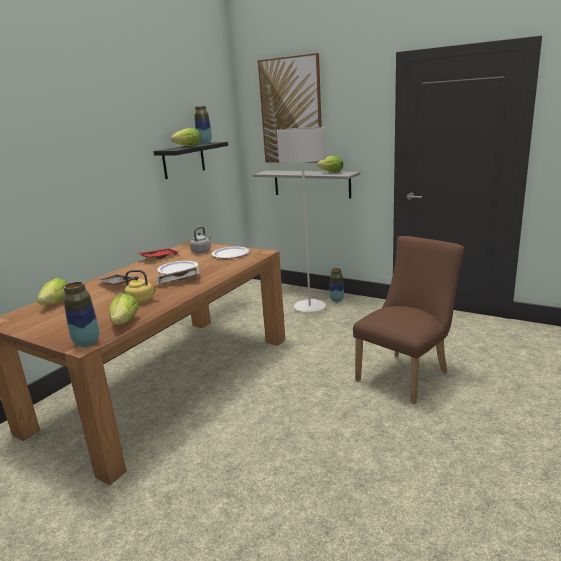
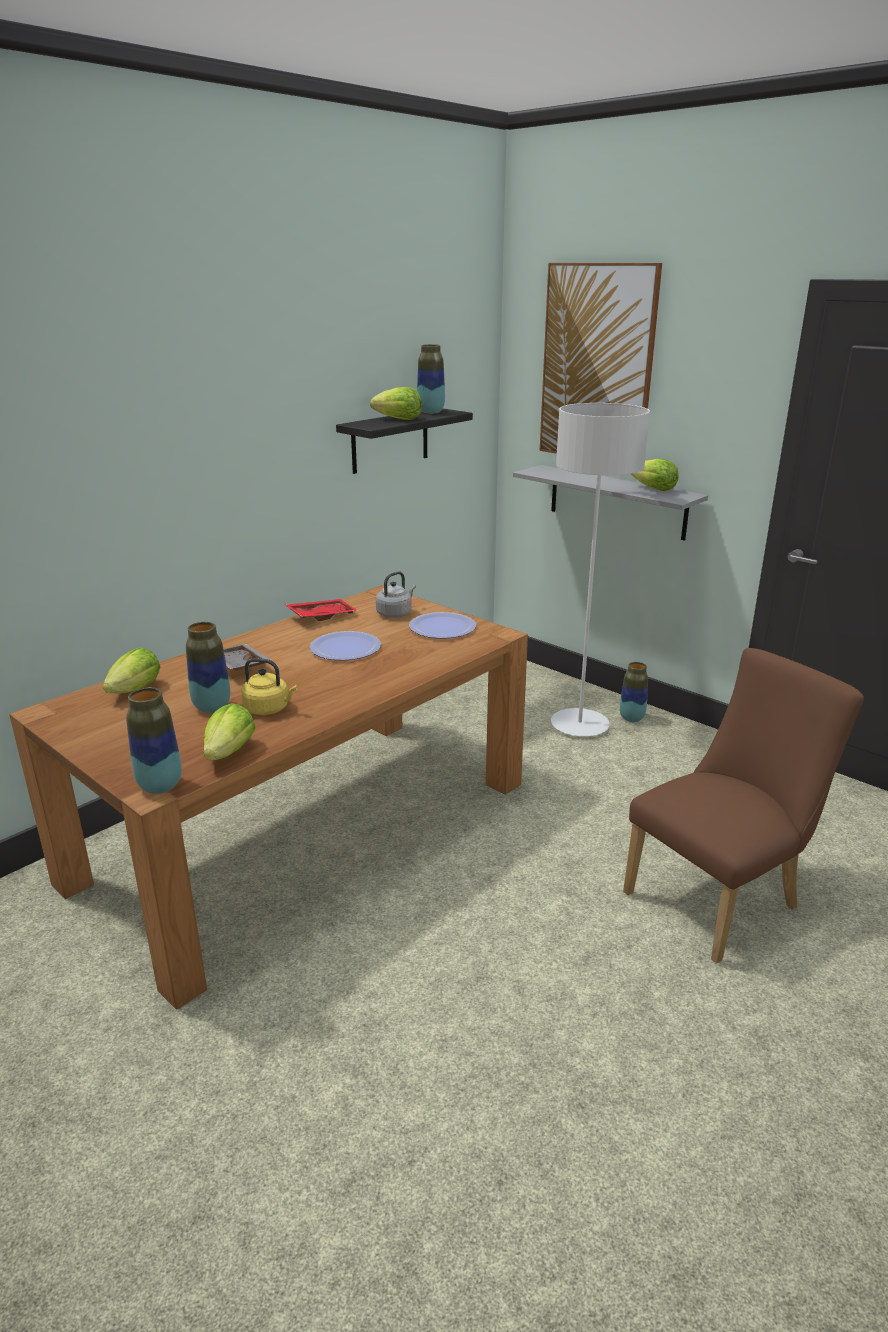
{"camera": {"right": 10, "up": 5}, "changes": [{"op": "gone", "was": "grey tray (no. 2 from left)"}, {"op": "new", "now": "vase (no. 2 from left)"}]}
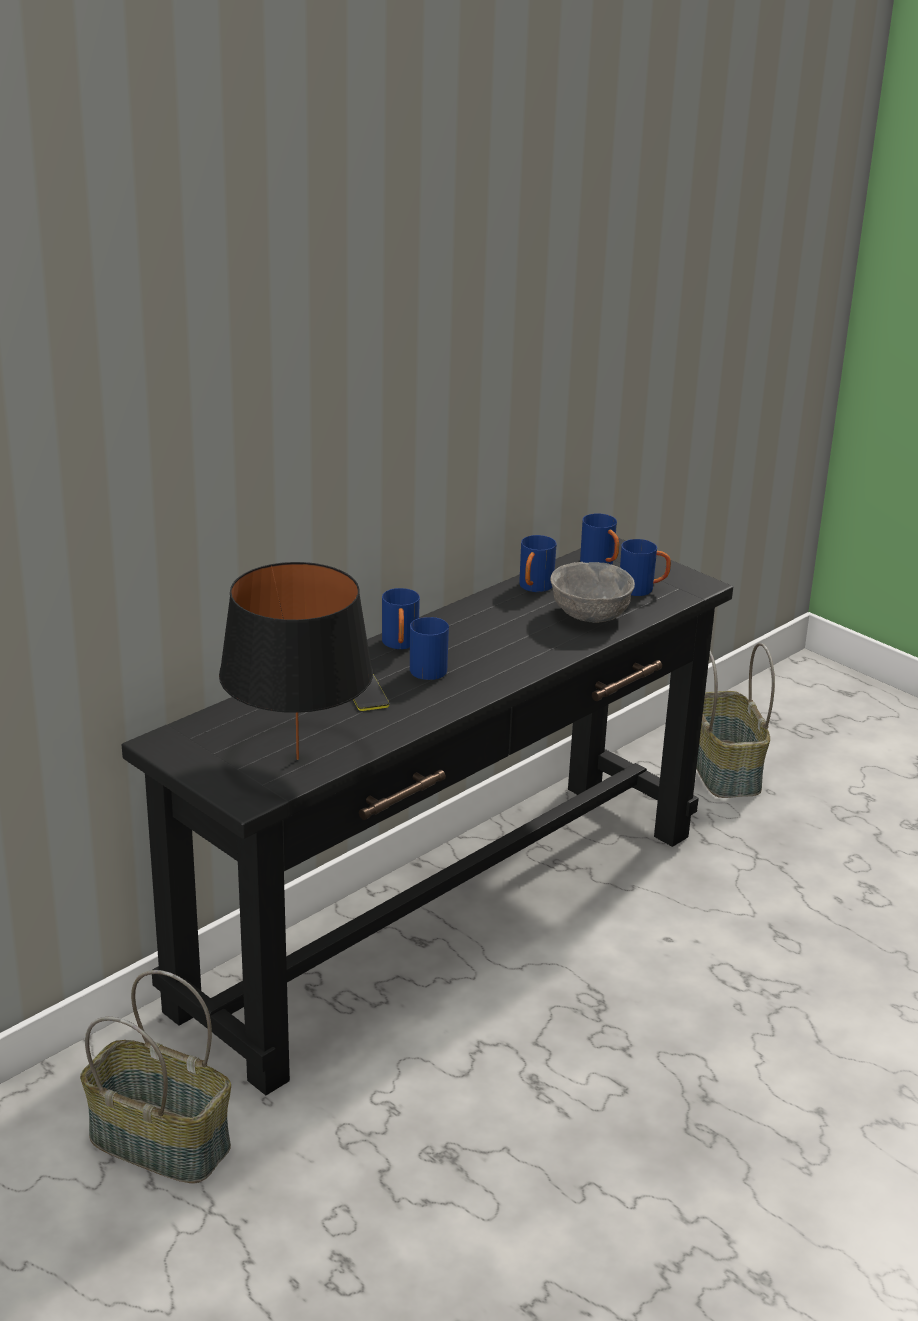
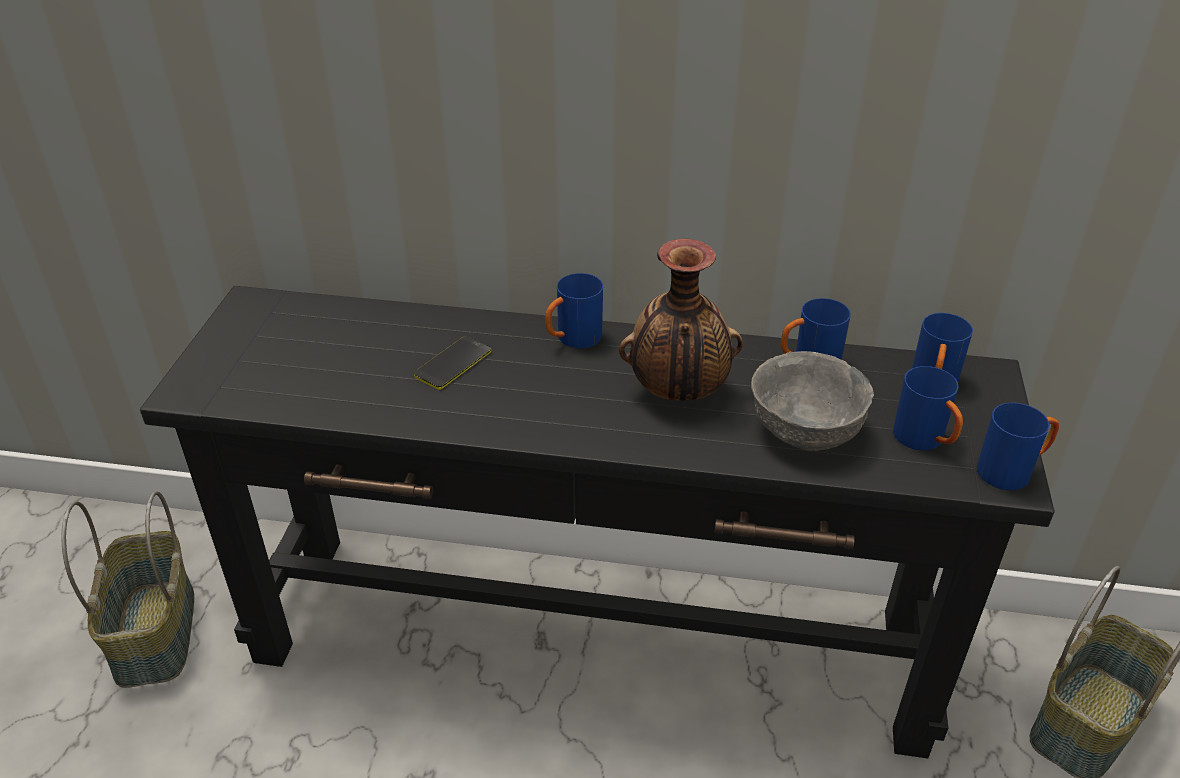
{"camera": {"right": 55, "up": 10}, "changes": [{"op": "gone", "was": "black table lamp"}, {"op": "new", "now": "vase"}, {"op": "shifted", "was": "blue mug (no. 2 from left in the first image)", "now": "blue mug (no. 5 from left)"}]}
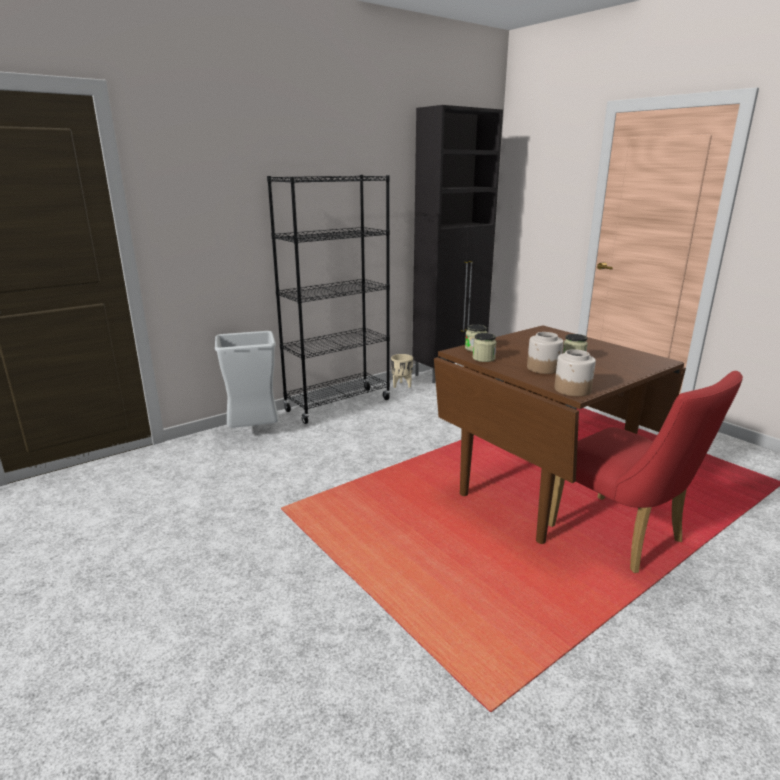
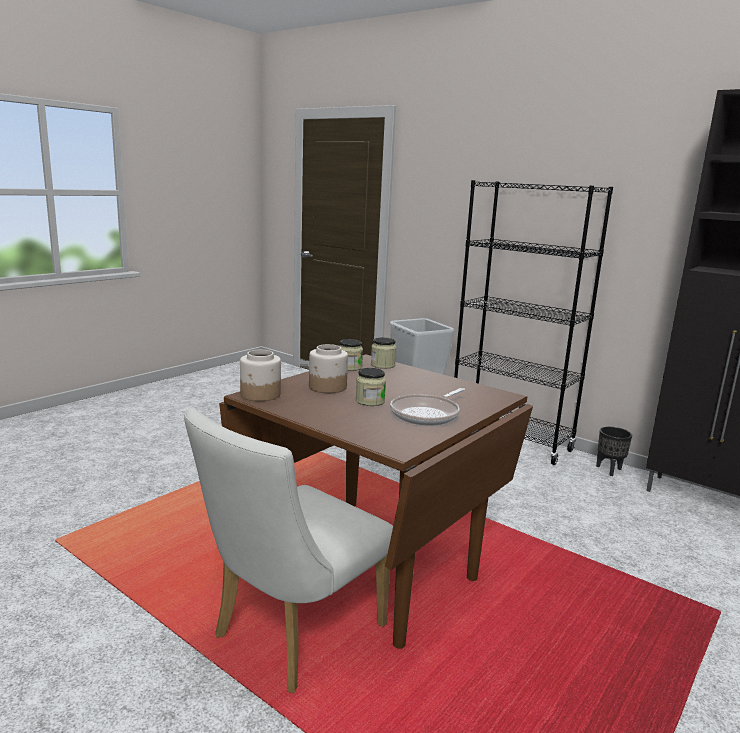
{"camera": {"right": 75, "up": -5}, "changes": [{"op": "new", "now": "frying pan"}, {"op": "repainted", "was": "beige planter", "now": "black planter"}, {"op": "repainted", "was": "red chair", "now": "white chair"}]}
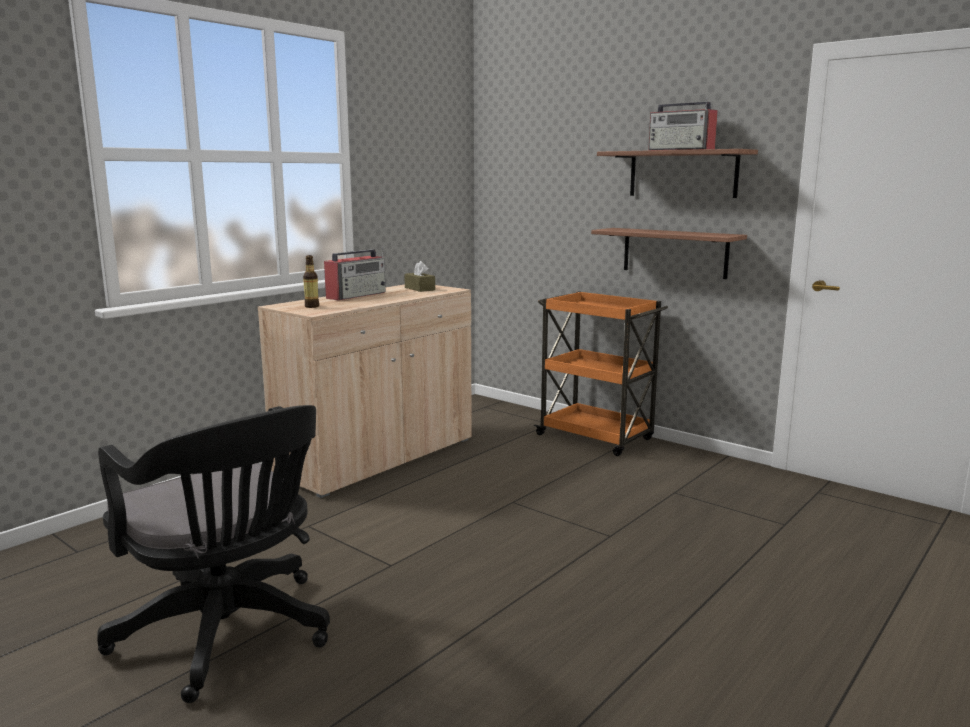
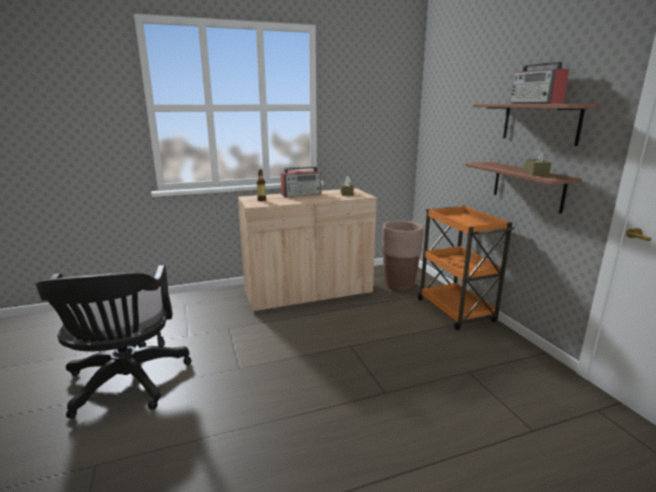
{"camera": {"right": 30, "up": 5}, "changes": [{"op": "new", "now": "brown planter"}, {"op": "new", "now": "brown tissue box (no. 2 from left)"}]}
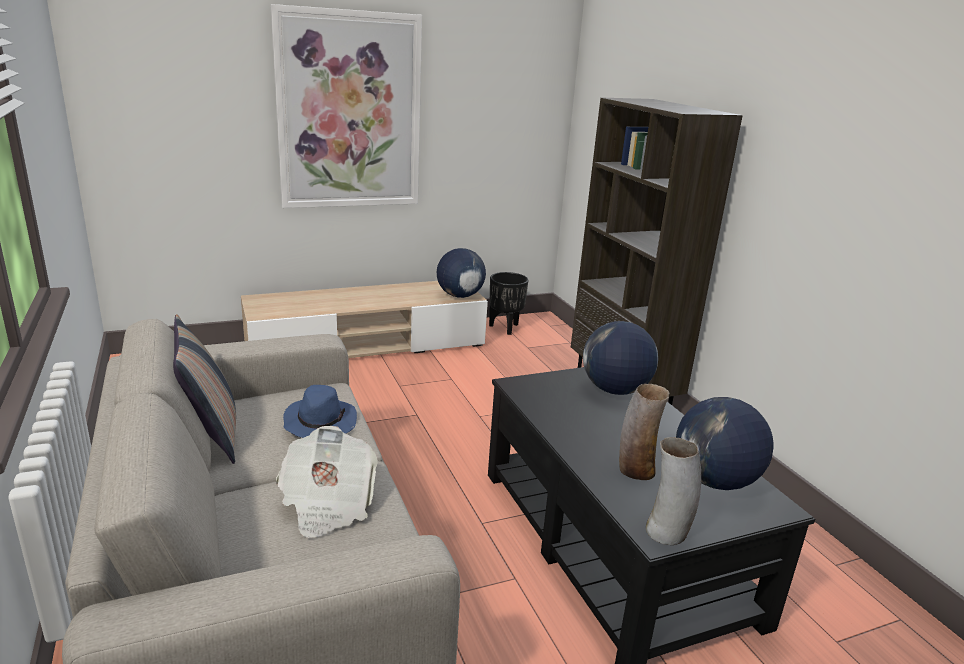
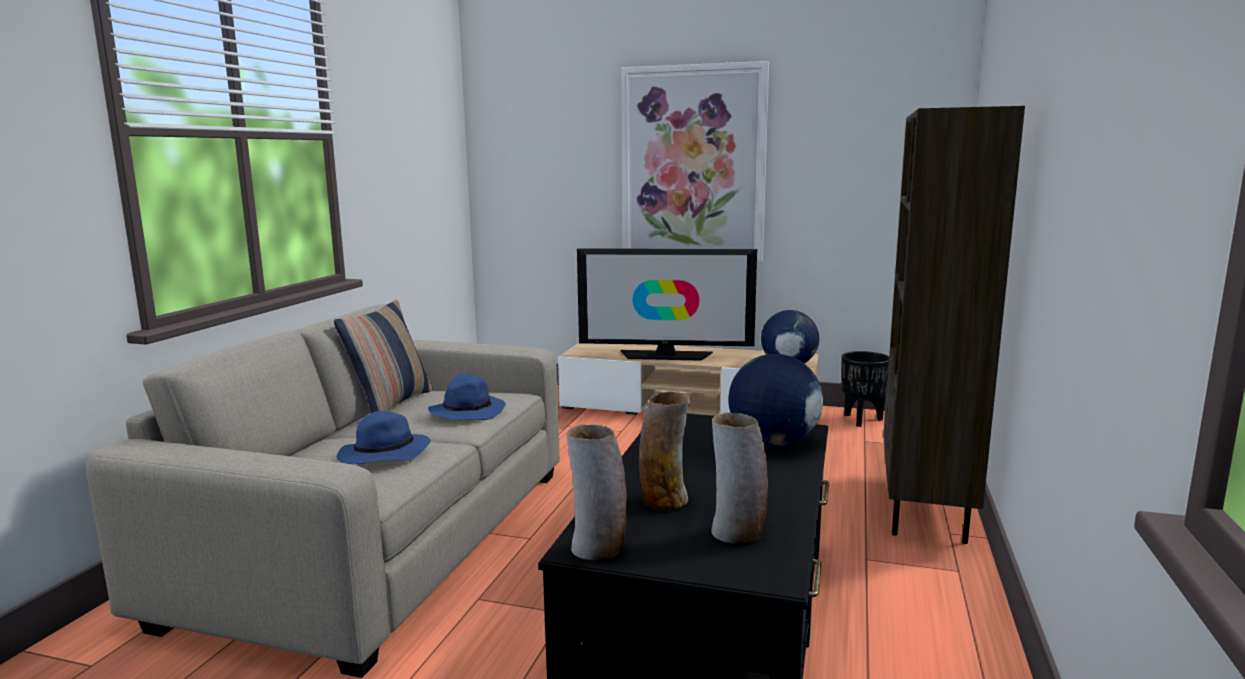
{"camera": {"right": 40, "up": -10}, "changes": [{"op": "new", "now": "television"}, {"op": "swapped", "was": "newspaper", "now": "blue hat (no. 1 from left)"}, {"op": "swapped", "was": "globe (no. 3 from left)", "now": "vase (no. 3 from left)"}]}
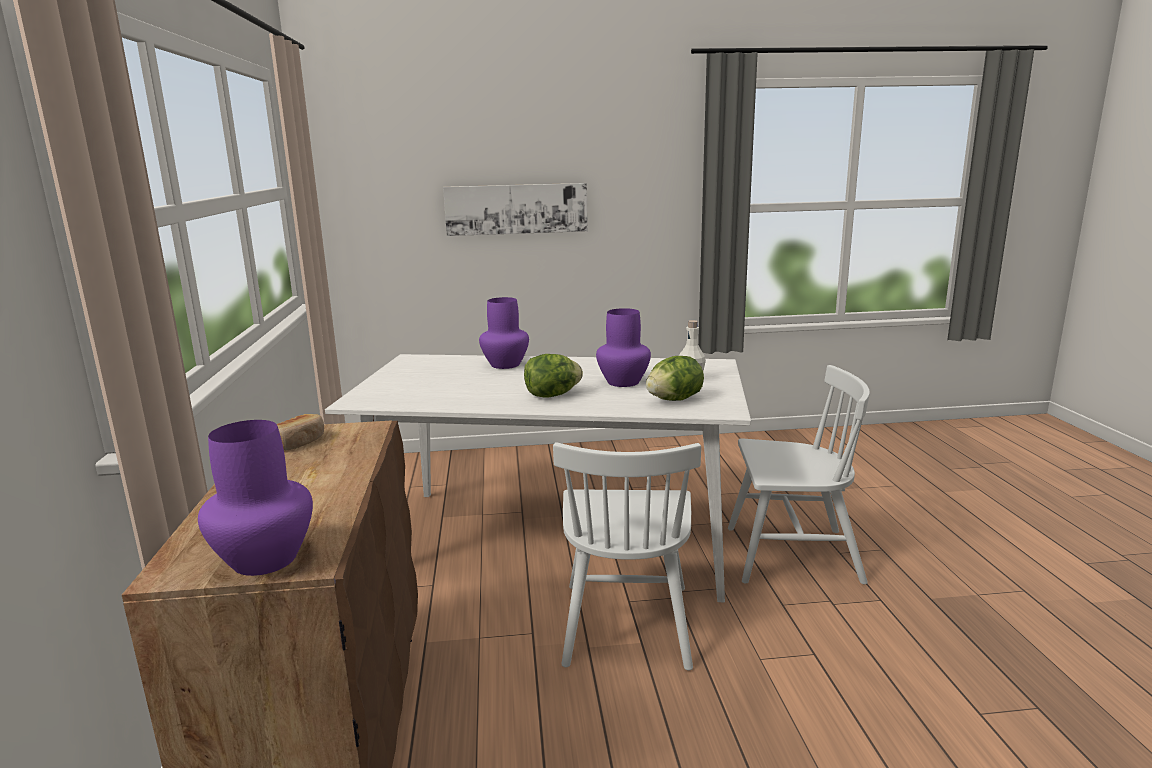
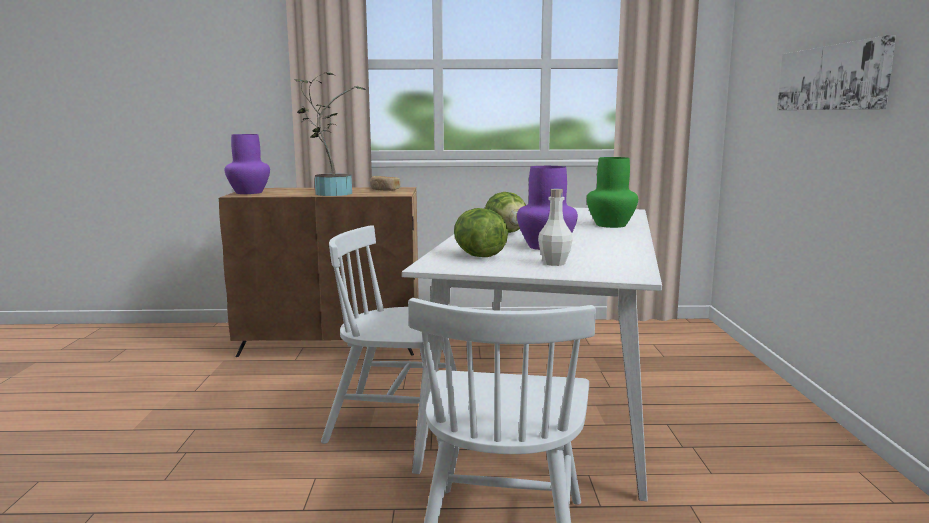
{"camera": {"right": 95, "up": -5}, "changes": [{"op": "new", "now": "potted plant"}, {"op": "repainted", "was": "purple vase (no. 2 from left)", "now": "green vase"}]}
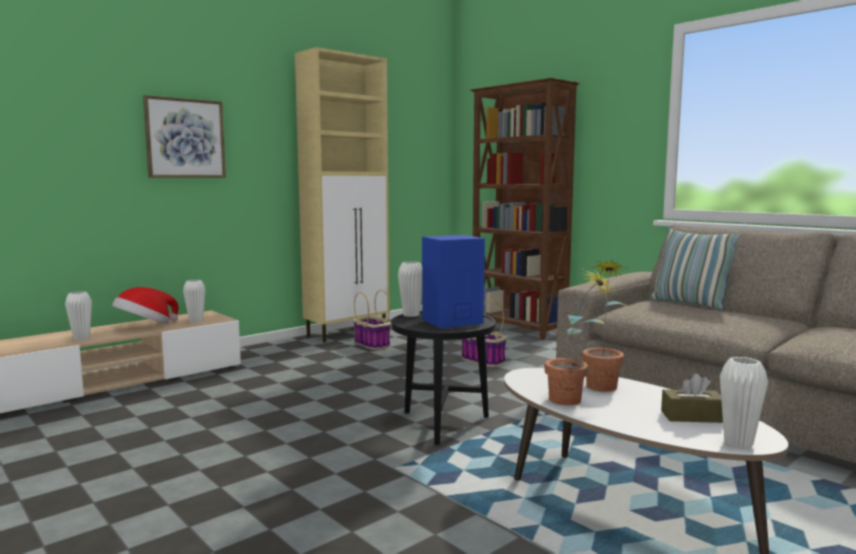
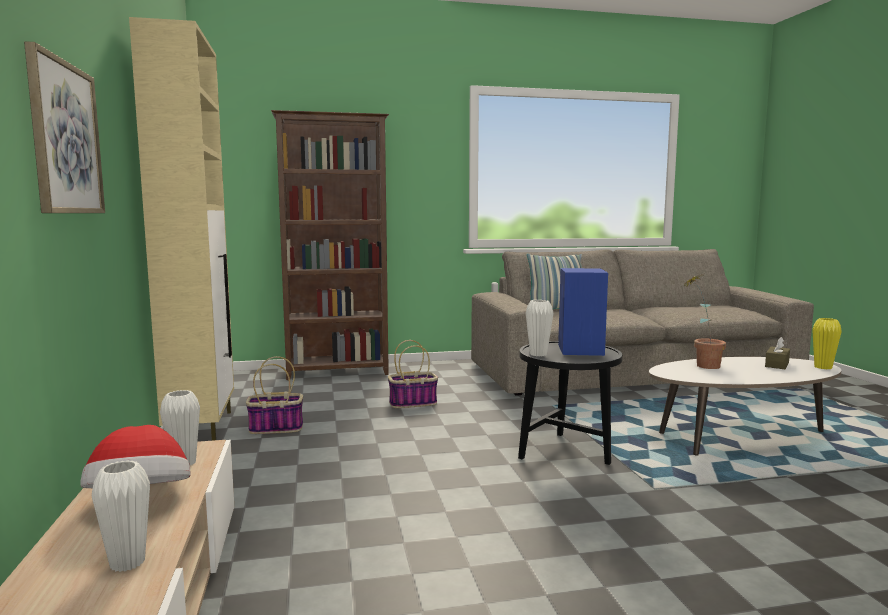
{"camera": {"right": -60, "up": 0}, "changes": [{"op": "gone", "was": "potted plant (no. 1 from left)"}, {"op": "repainted", "was": "white vase (no. 4 from left)", "now": "yellow vase"}]}
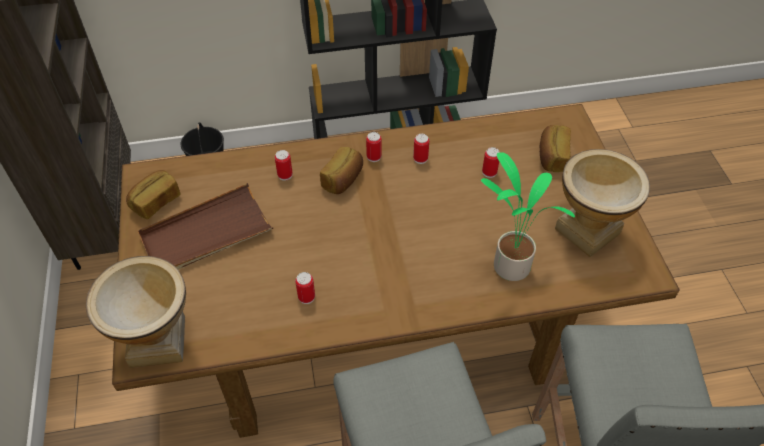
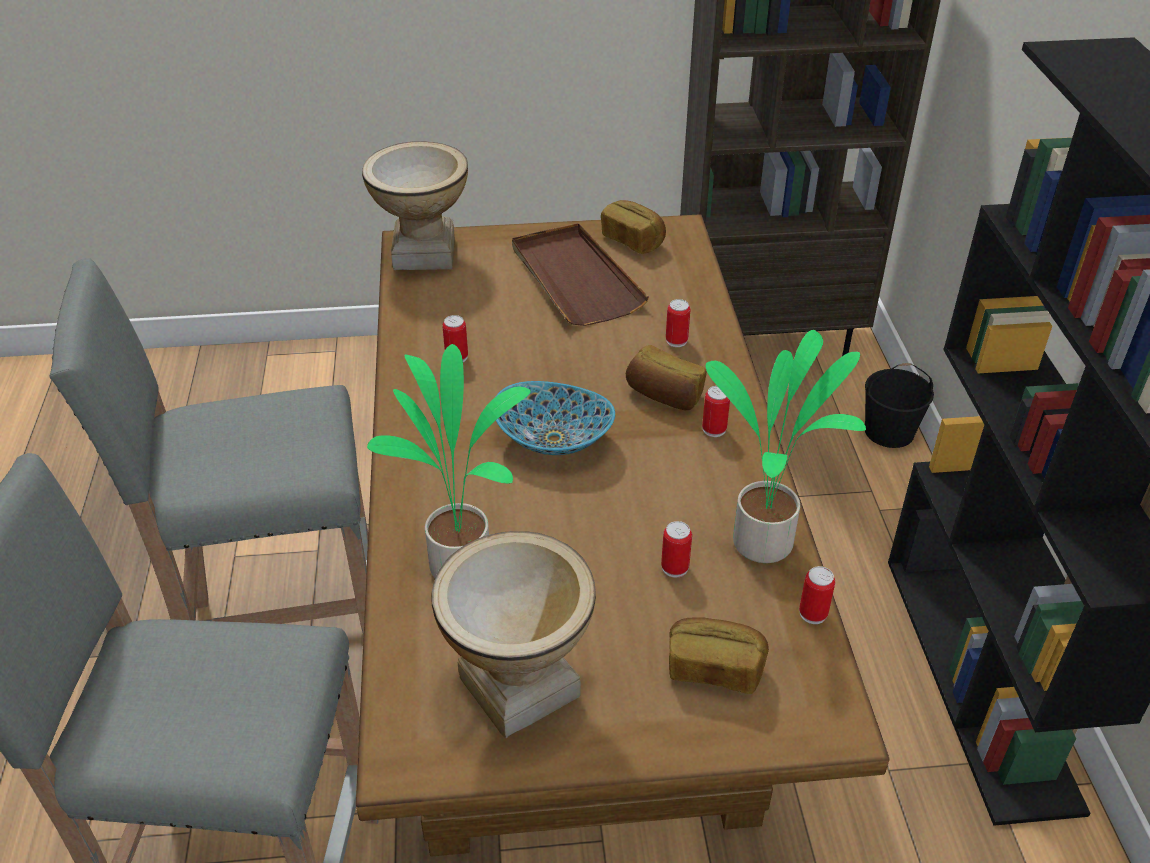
{"camera": {"right": 95, "up": -10}, "changes": [{"op": "new", "now": "bowl"}, {"op": "new", "now": "potted plant (no. 2 from left)"}, {"op": "shifted", "was": "can (no. 4 from left in the first image)", "now": "can (no. 5 from left)"}]}
